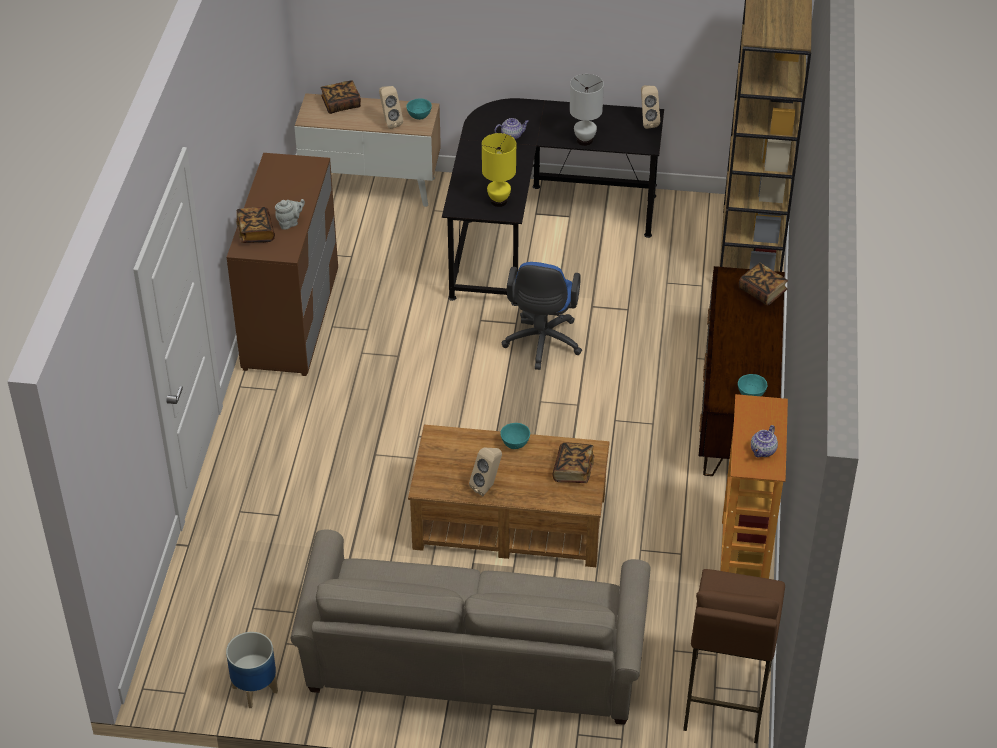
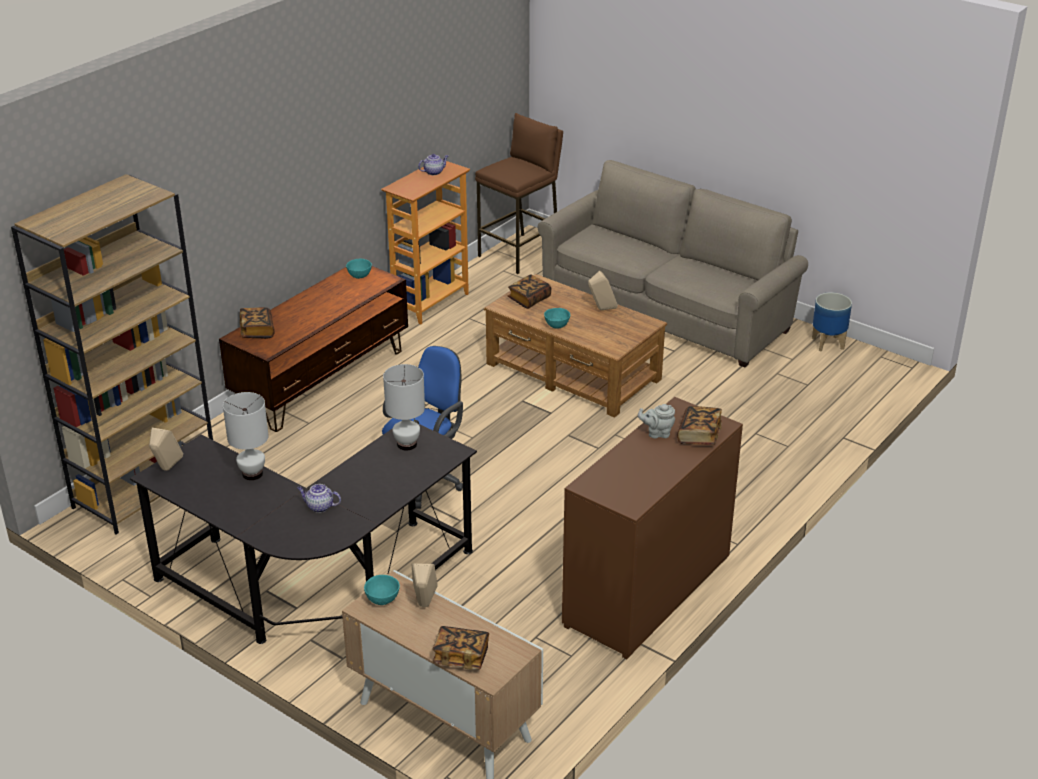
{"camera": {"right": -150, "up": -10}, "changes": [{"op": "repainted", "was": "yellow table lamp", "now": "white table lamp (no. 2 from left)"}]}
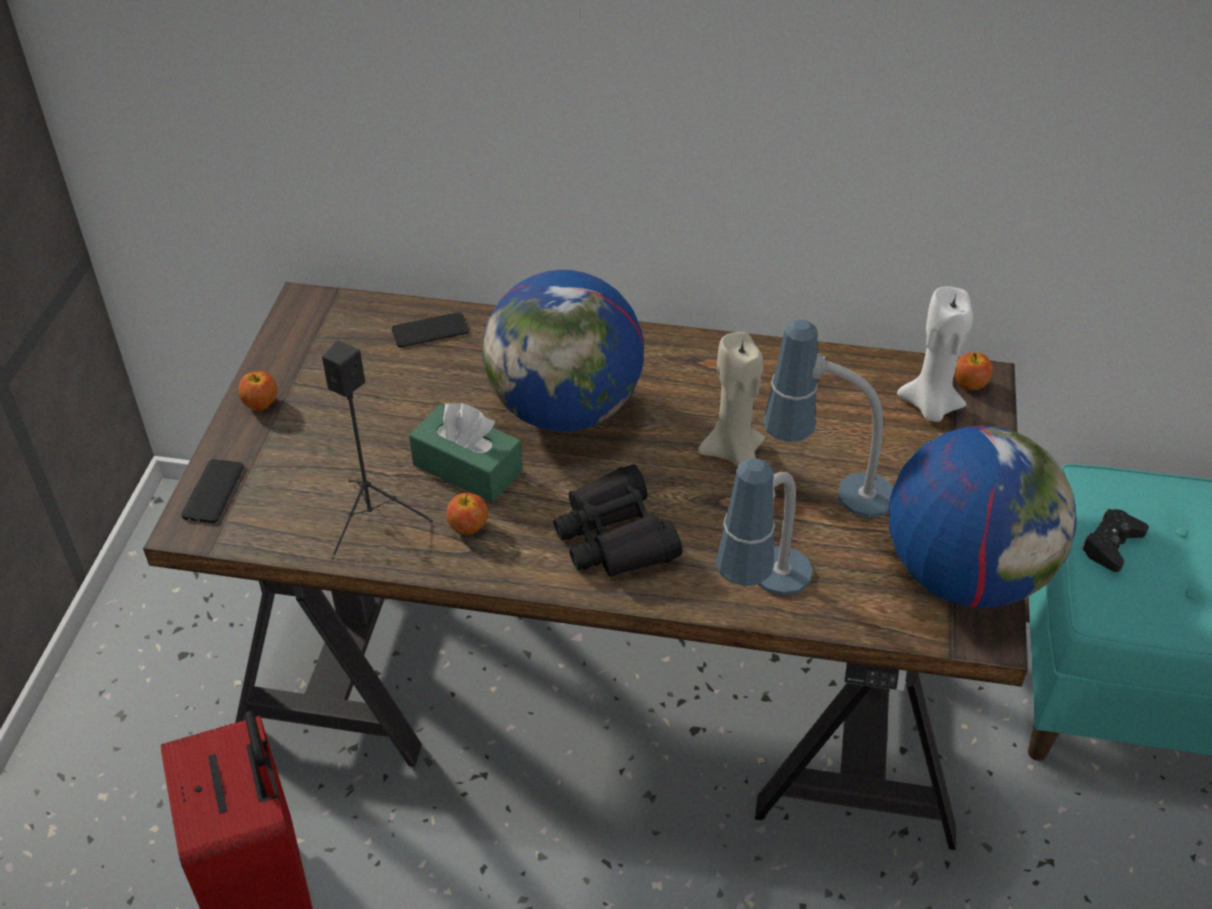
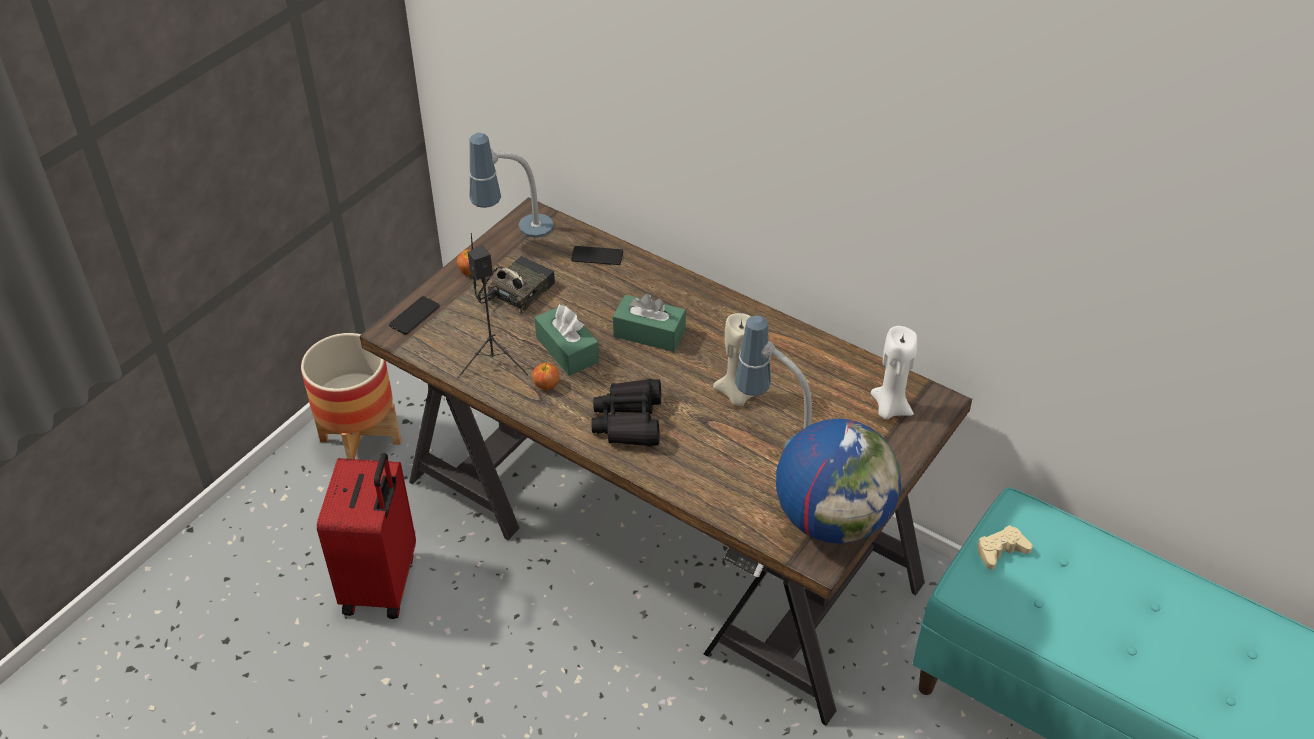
{"camera": {"right": 25, "up": 0}, "changes": [{"op": "gone", "was": "apple (no. 3 from left)"}, {"op": "new", "now": "planter"}, {"op": "new", "now": "radio"}, {"op": "shifted", "was": "table lamp (no. 1 from left)"}, {"op": "swapped", "was": "globe (no. 1 from left)", "now": "green tissue box (no. 2 from left)"}, {"op": "repainted", "was": "black game controller", "now": "beige game controller"}]}
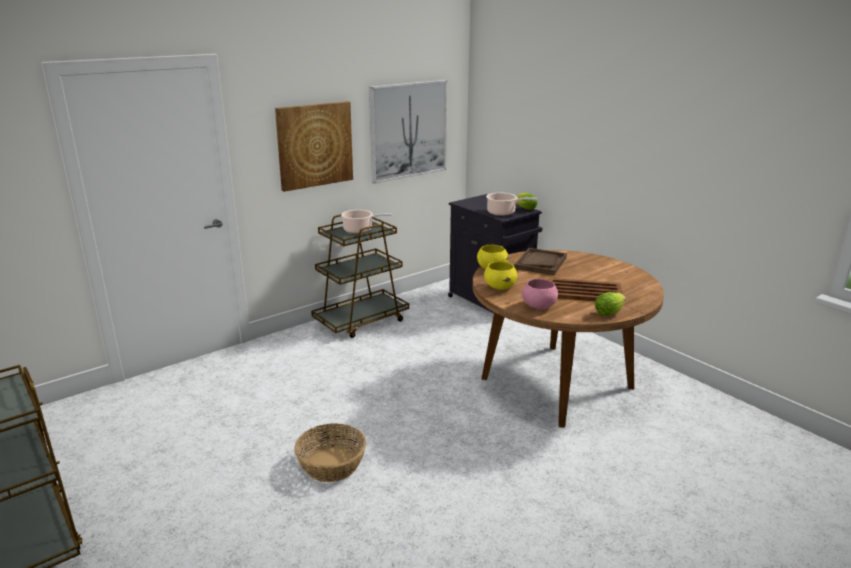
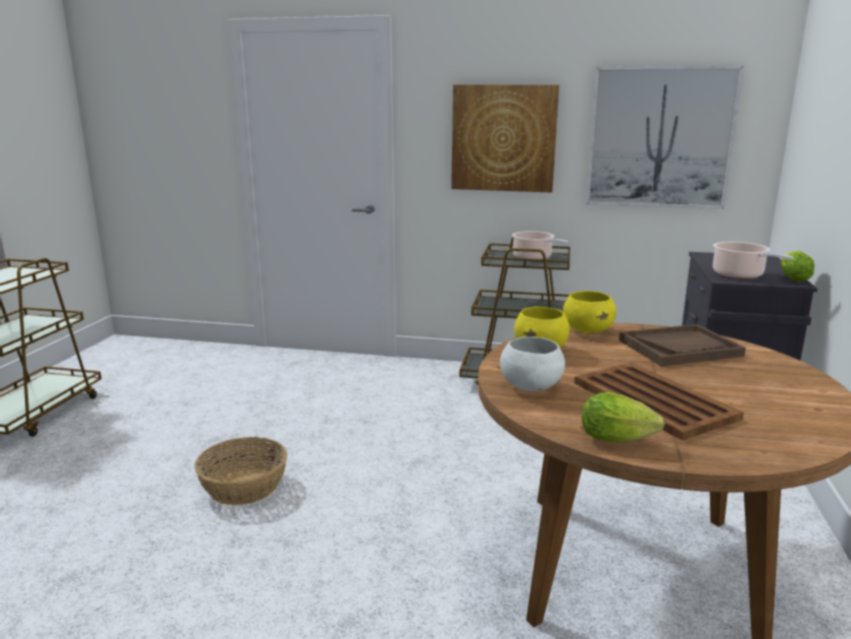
{"camera": {"right": 50, "up": -5}, "changes": [{"op": "repainted", "was": "pink bowl", "now": "white bowl"}]}
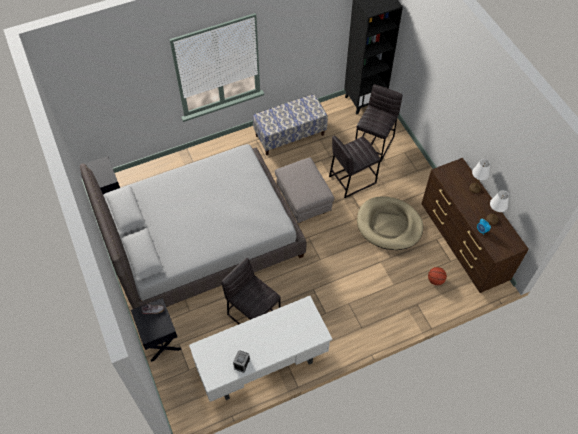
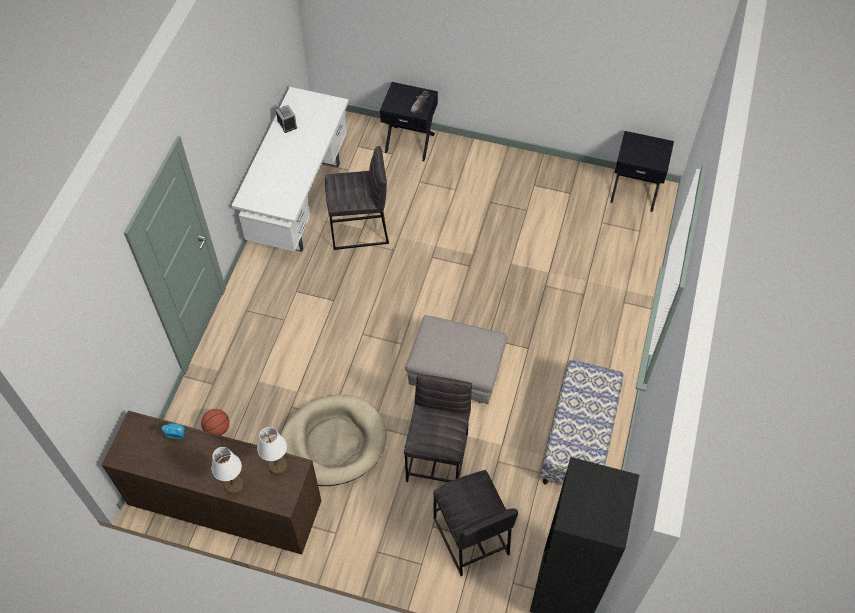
{"camera": {"right": 130, "up": 0}, "changes": [{"op": "gone", "was": "grey bed"}, {"op": "shifted", "was": "white table lamp (no. 2 from left)"}]}
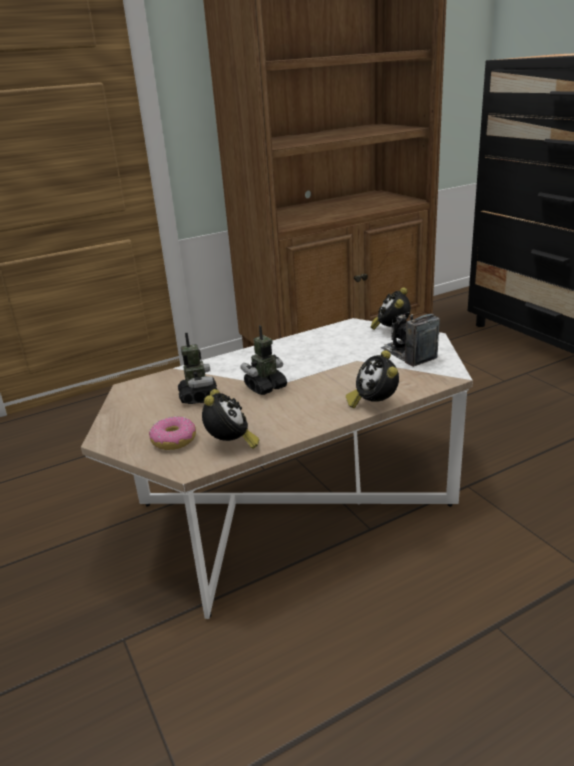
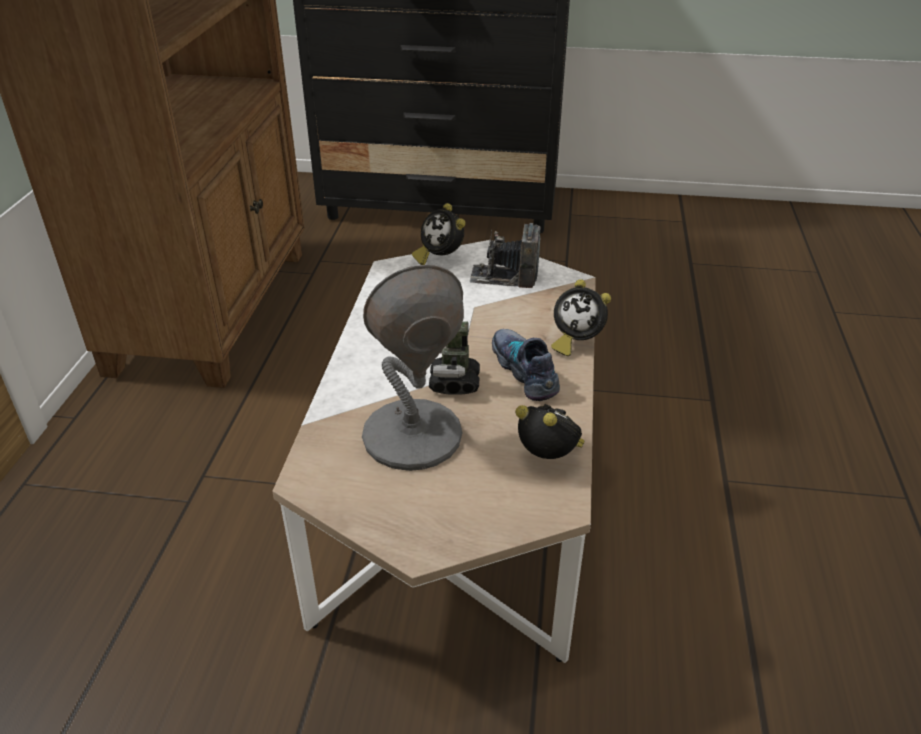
{"camera": {"right": -55, "up": 10}, "changes": [{"op": "gone", "was": "donut"}, {"op": "new", "now": "shoe"}, {"op": "swapped", "was": "toy robot (no. 1 from left)", "now": "grey table lamp"}]}
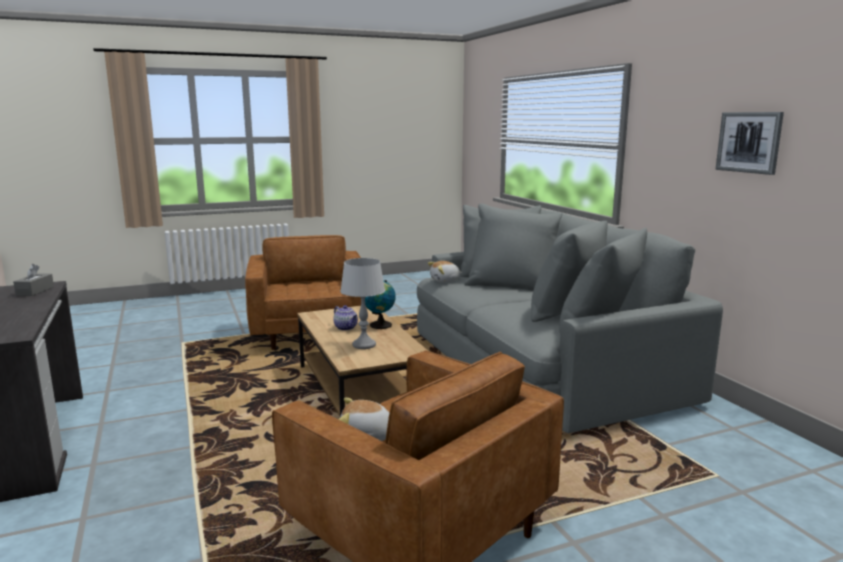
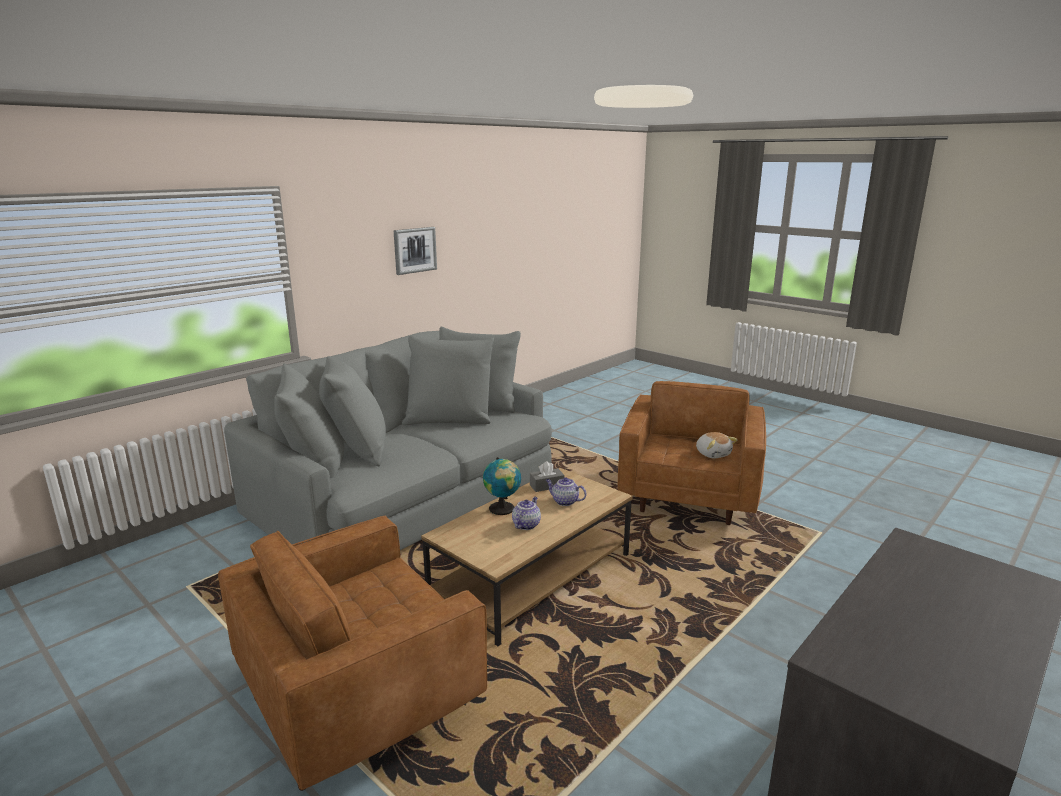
{"camera": {"right": -115, "up": 5}, "changes": [{"op": "gone", "was": "plush toy (no. 2 from left)"}, {"op": "shifted", "was": "grey tissue box"}, {"op": "swapped", "was": "grey table lamp", "now": "teapot (no. 2 from left)"}]}
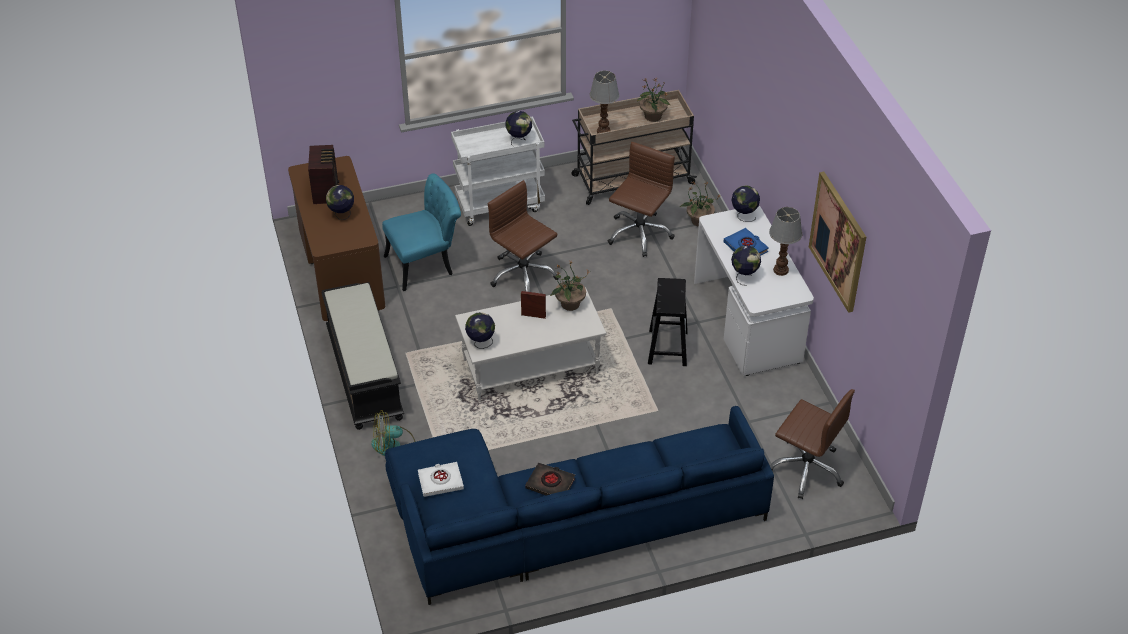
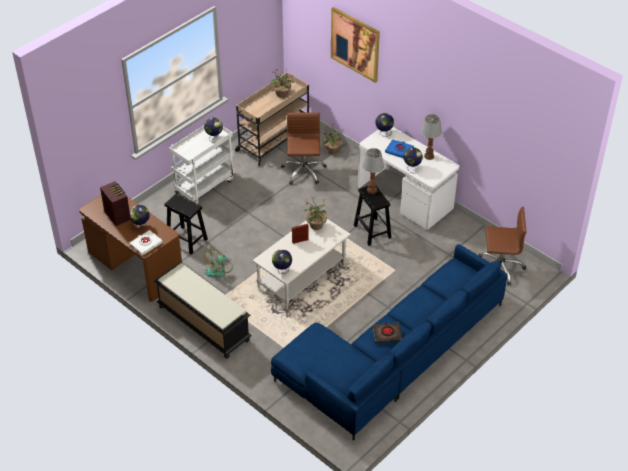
{"camera": {"right": -30, "up": 0}, "changes": [{"op": "gone", "was": "brown office chair (no. 1 from left)"}, {"op": "shifted", "was": "fan"}, {"op": "shifted", "was": "white book"}, {"op": "shifted", "was": "table lamp (no. 1 from left)"}, {"op": "shifted", "was": "picture"}, {"op": "swapped", "was": "turquoise chair", "now": "black stool (no. 1 from left)"}]}
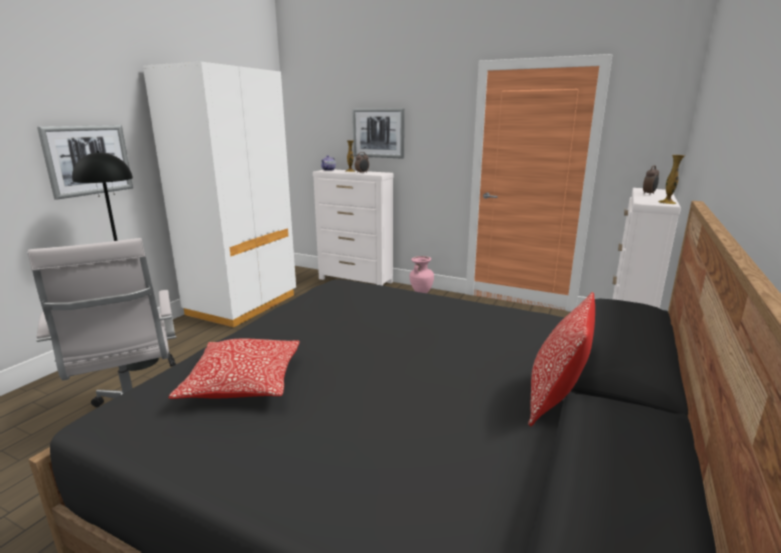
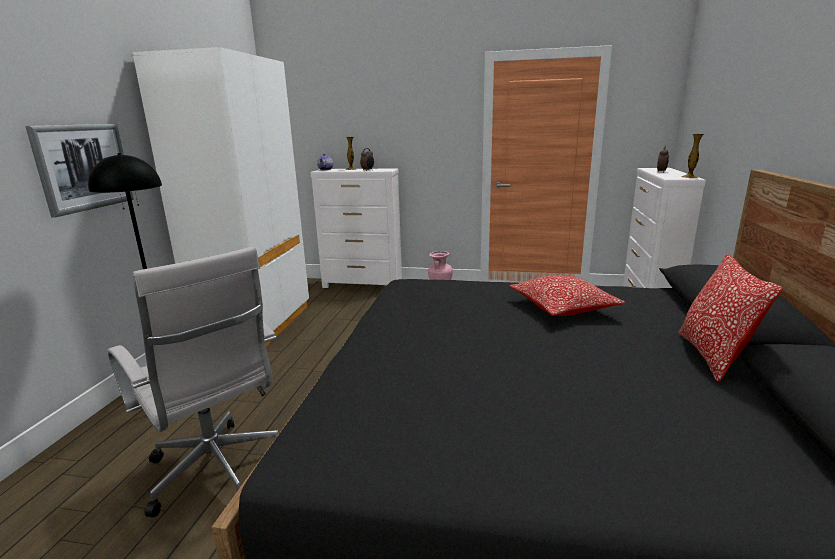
{"camera": {"right": -15, "up": 0}, "changes": [{"op": "gone", "was": "picture (no. 2 from left)"}, {"op": "shifted", "was": "pillow (no. 1 from left)"}]}
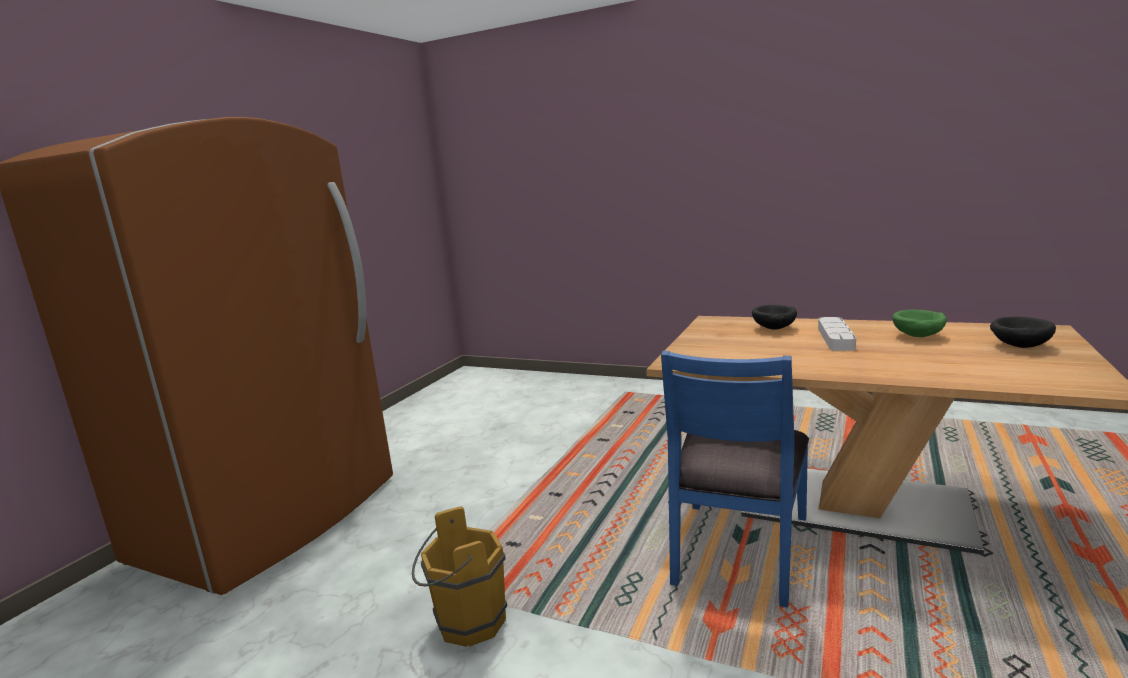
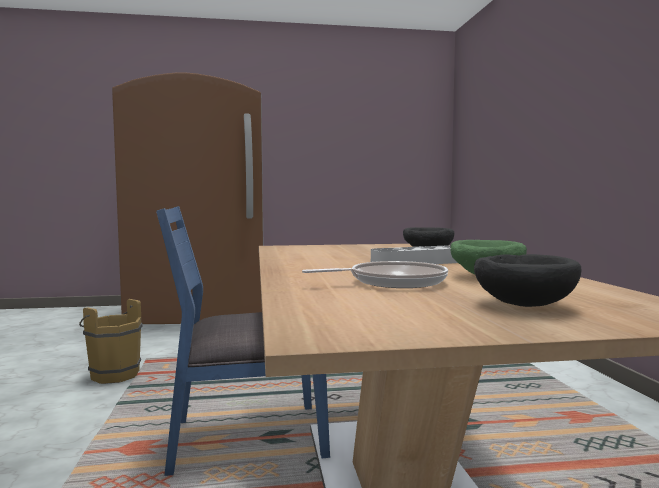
{"camera": {"right": 55, "up": -10}, "changes": [{"op": "new", "now": "frying pan"}]}
